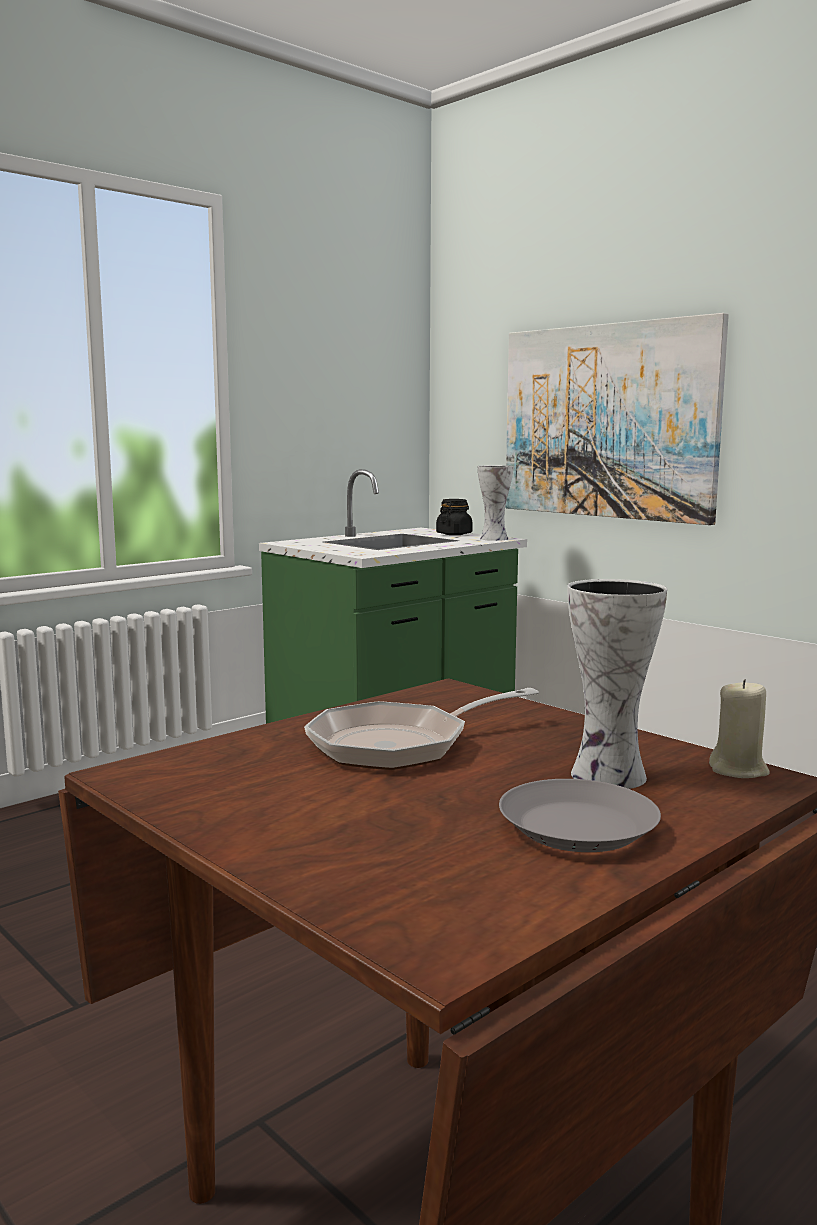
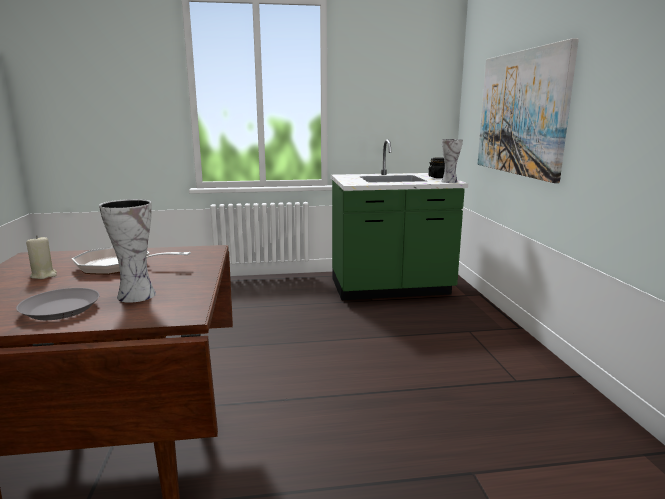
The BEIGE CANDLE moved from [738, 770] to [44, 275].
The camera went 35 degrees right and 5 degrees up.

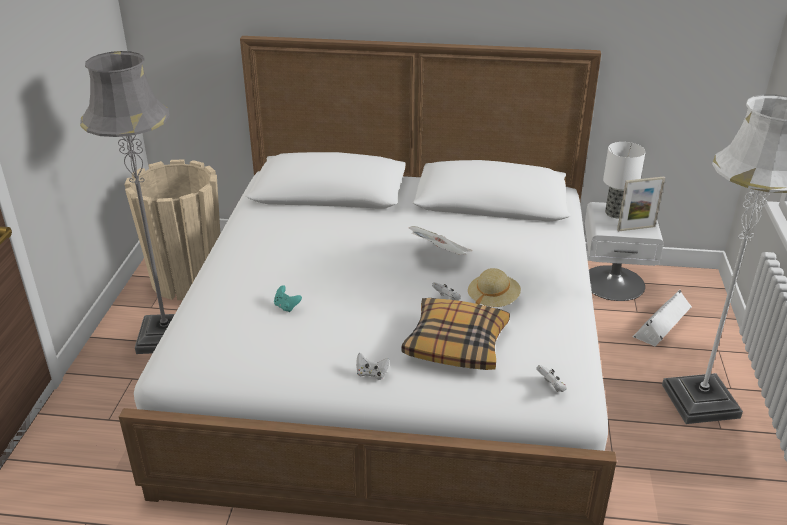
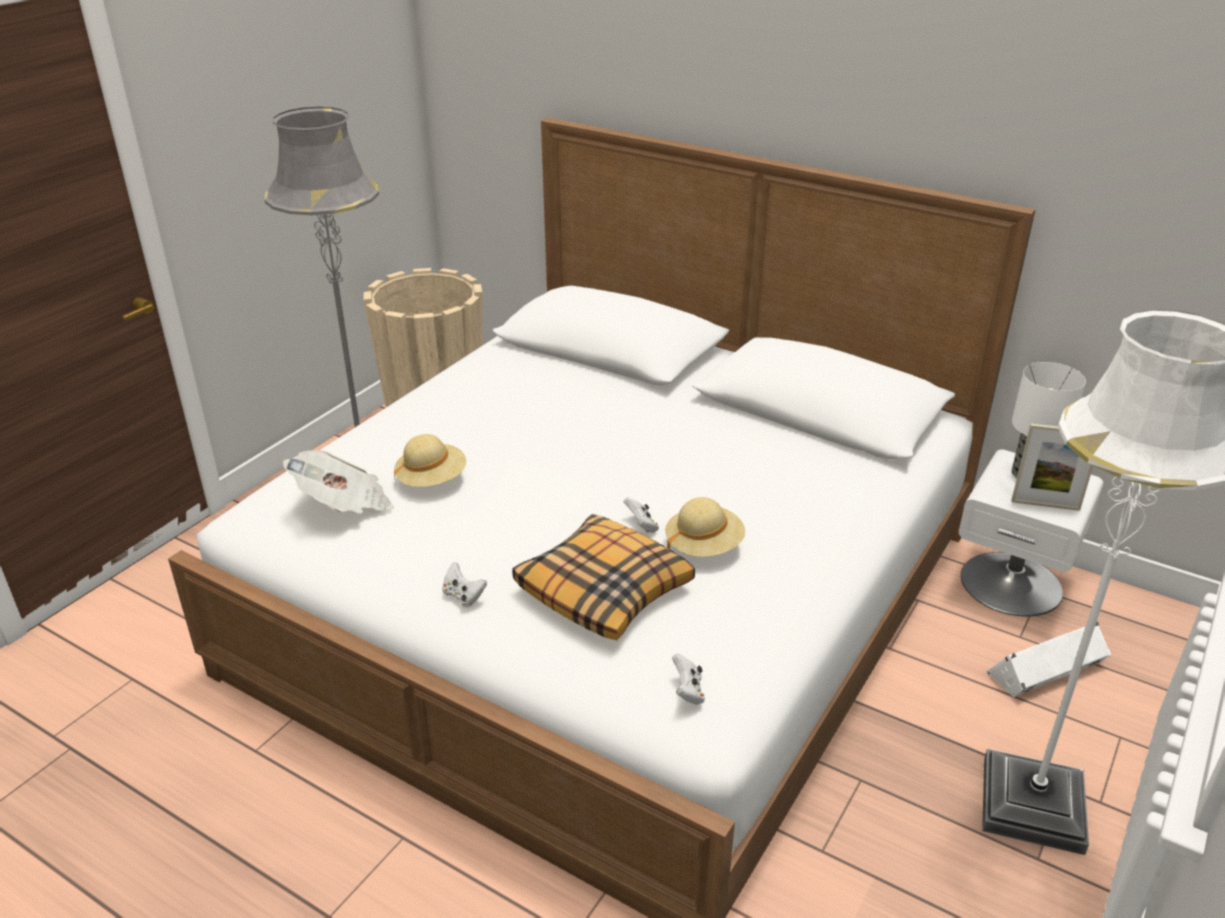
The NEWSPAPER moved from [440, 255] to [344, 505].
The TURQUOISE GAME CONTROLLER at [286, 307] was replaced by the BEIGE HAT at [432, 480].
The camera went 25 degrees right and 0 degrees up.

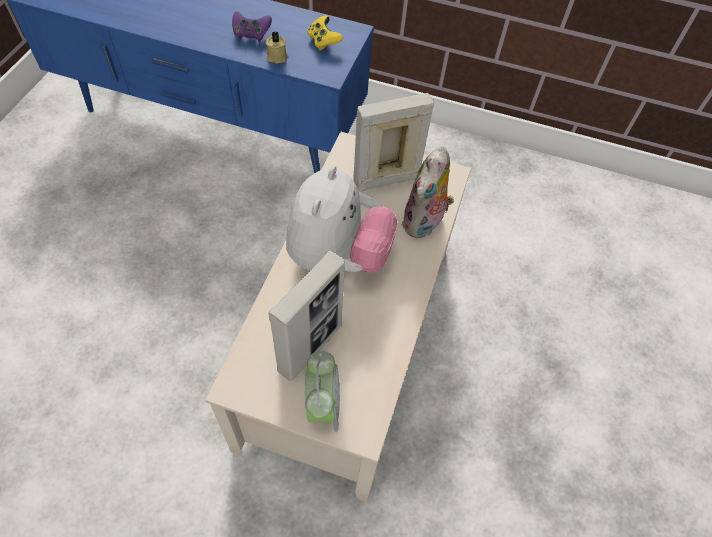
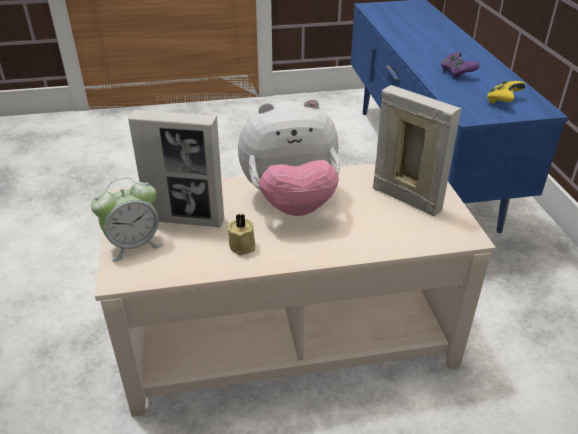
The BEIGE CANDLE moved from [276, 56] to [243, 245].
The PLUSH TOY at [424, 224] disappeared.
The camera went 65 degrees right and 20 degrees down.

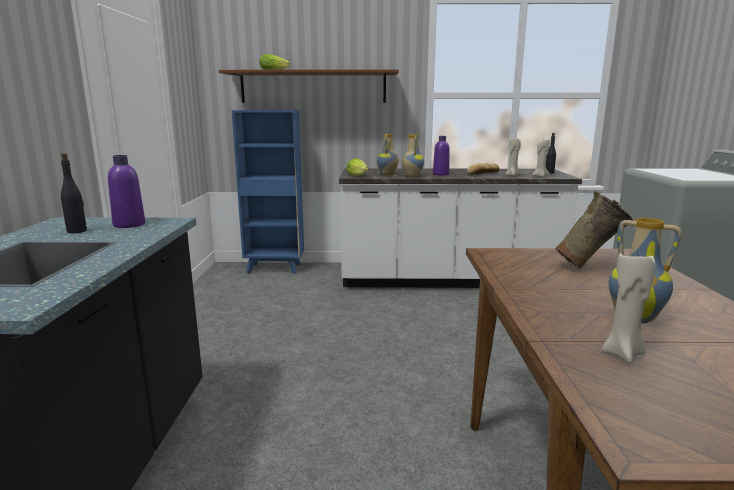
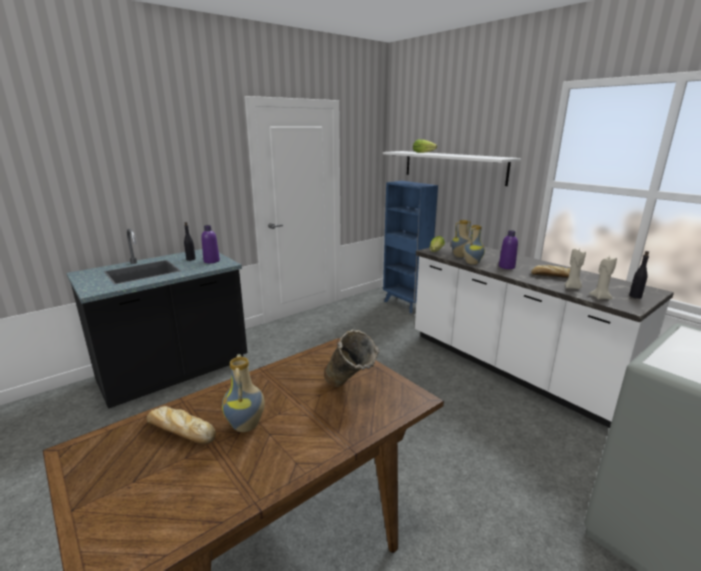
The BROWN SHELF at [313, 87] became the WHITE SHELF at [453, 167].
The BEIGE CANDLE at [623, 354] was replaced by the BREAD at [180, 430].
The camera went 50 degrees right and 5 degrees up.

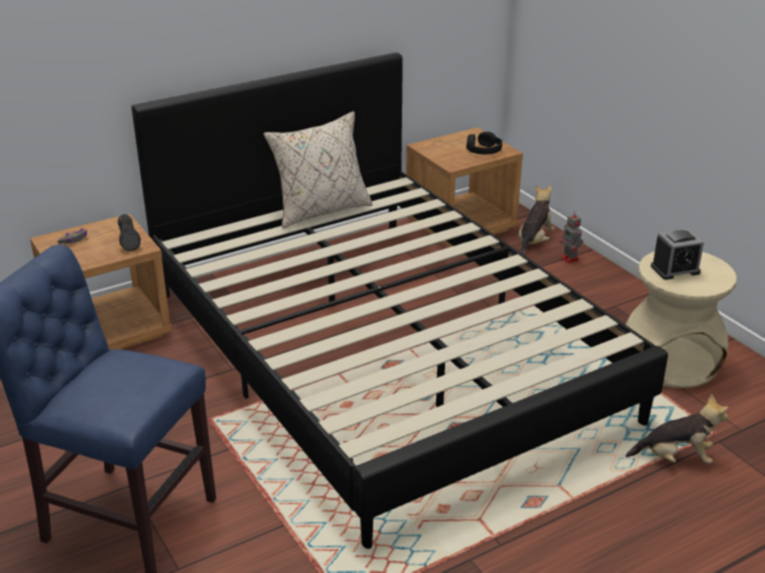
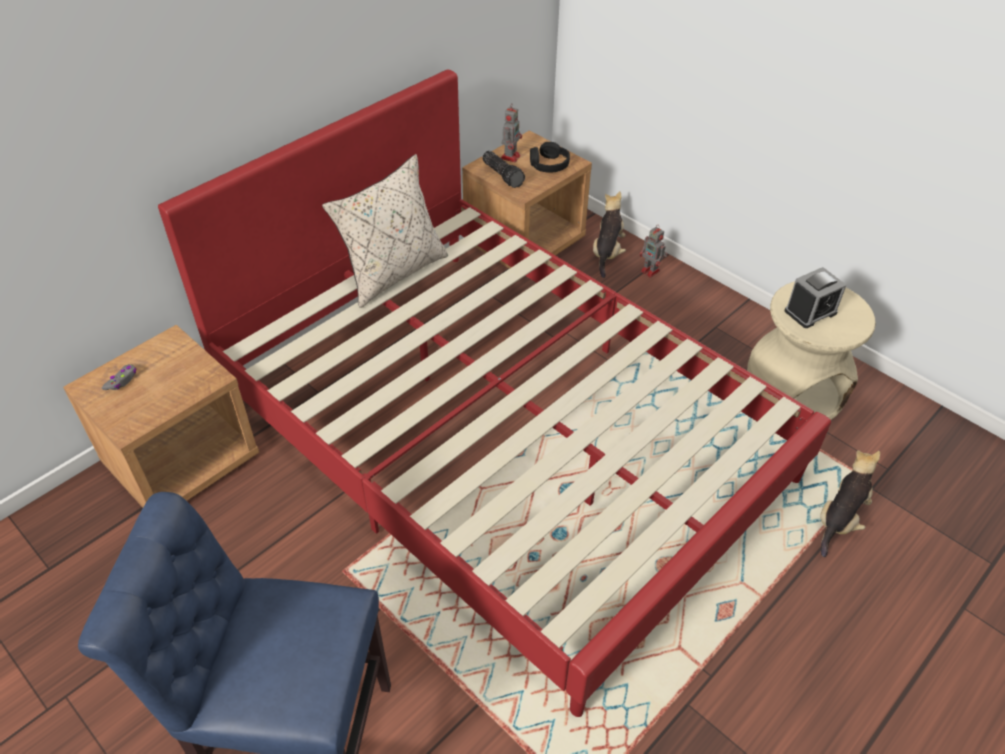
The BLACK BED at [383, 352] became the RED BED at [501, 434].
The FLASHLIGHT moved from [129, 239] to [503, 175].
The PLUSH TOY at [675, 458] turned 45 degrees counterclockwise.
The TOY ROBOT at [510, 156] appeared.
The camera went 15 degrees left and 15 degrees up.

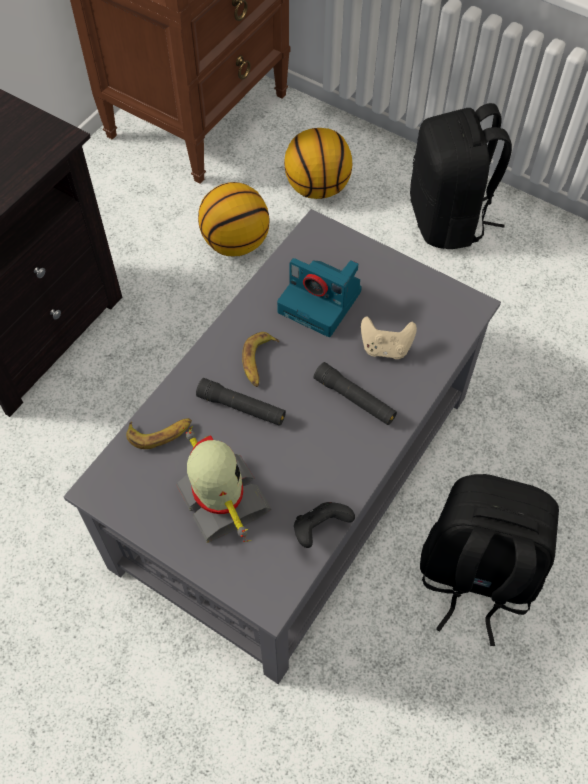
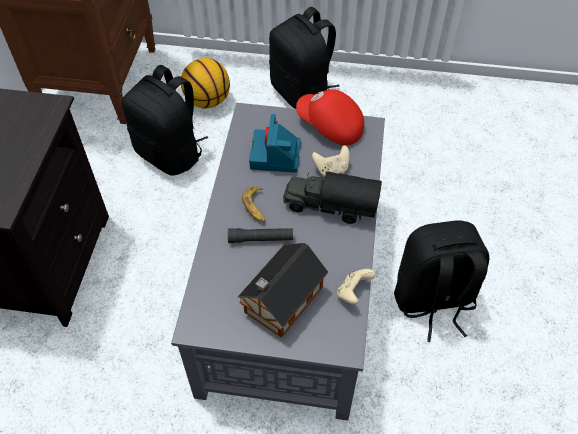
The BASKETBALL at [236, 243] was replaced by the BLACK BACKPACK at [171, 153].
The PHOTO CAMERA at [321, 302] turned 90 degrees clockwise.
The BLACK FLASHLIGHT at [355, 399] was replaced by the TOY TRUCK at [330, 206].
The BANANA at [160, 433] disappeared.
The TOY ROBOT at [221, 501] was replaced by the TOY HOUSE at [281, 301].
The BLACK GAME CONTROLLER at [320, 529] became the BEIGE GAME CONTROLLER at [353, 292].
The RED CAP at [330, 126] appeared.
The camera went 25 degrees left and 5 degrees down.

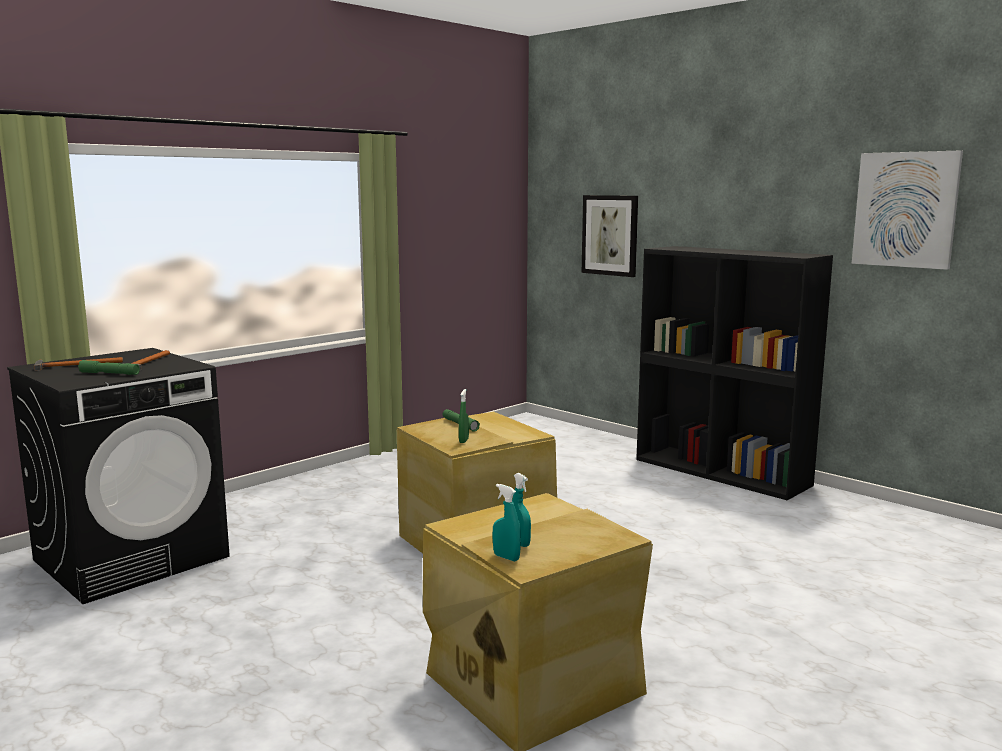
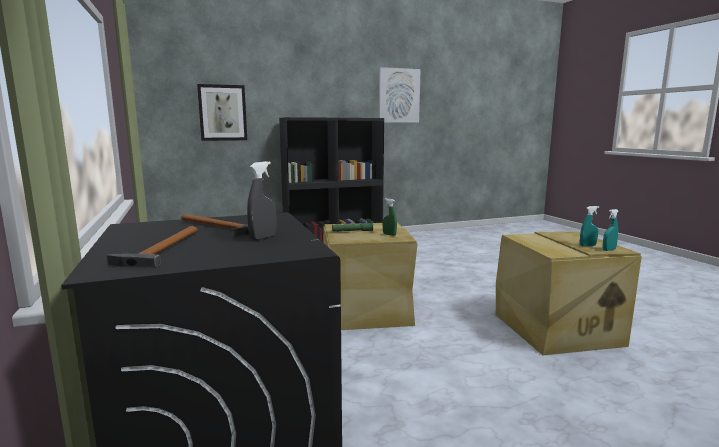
The GREEN FLASHLIGHT at [109, 374] was replaced by the GREY SPRAY BOTTLE at [263, 237].
The camera went 65 degrees left and 0 degrees up.

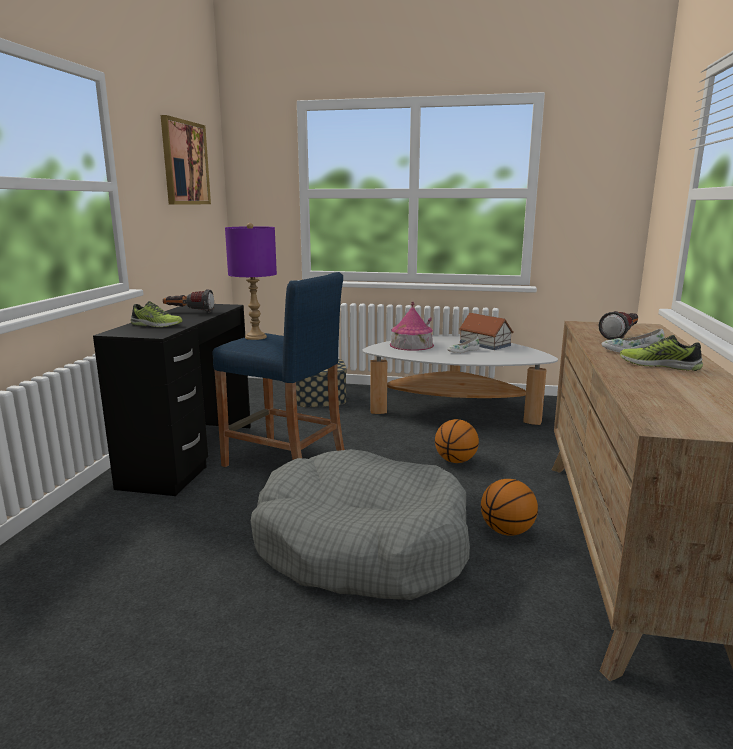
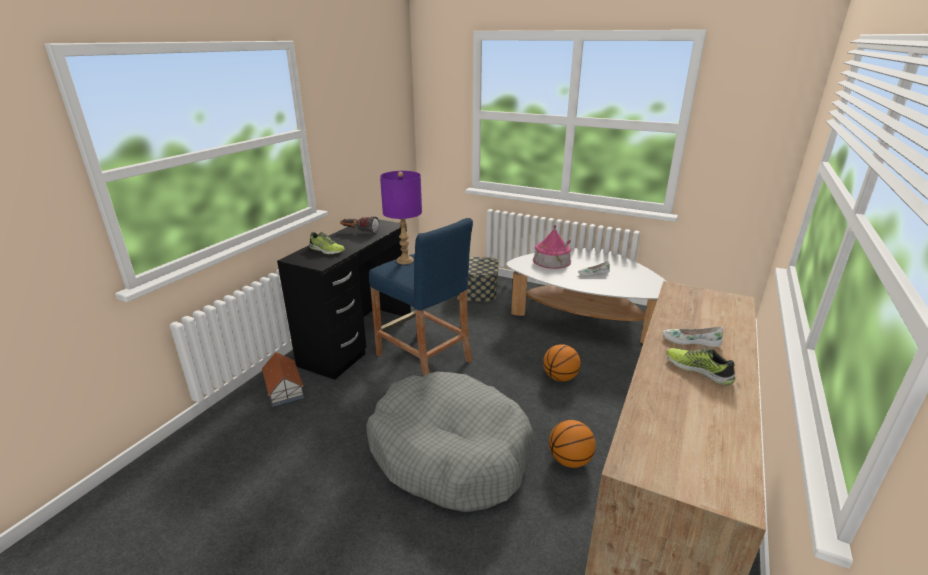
The PICTURE at [185, 163] disappeared.
The FLASHLIGHT at [621, 336] disappeared.
The TOY HOUSE moved from [484, 344] to [284, 388].
The camera went 15 degrees right and 10 degrees up.

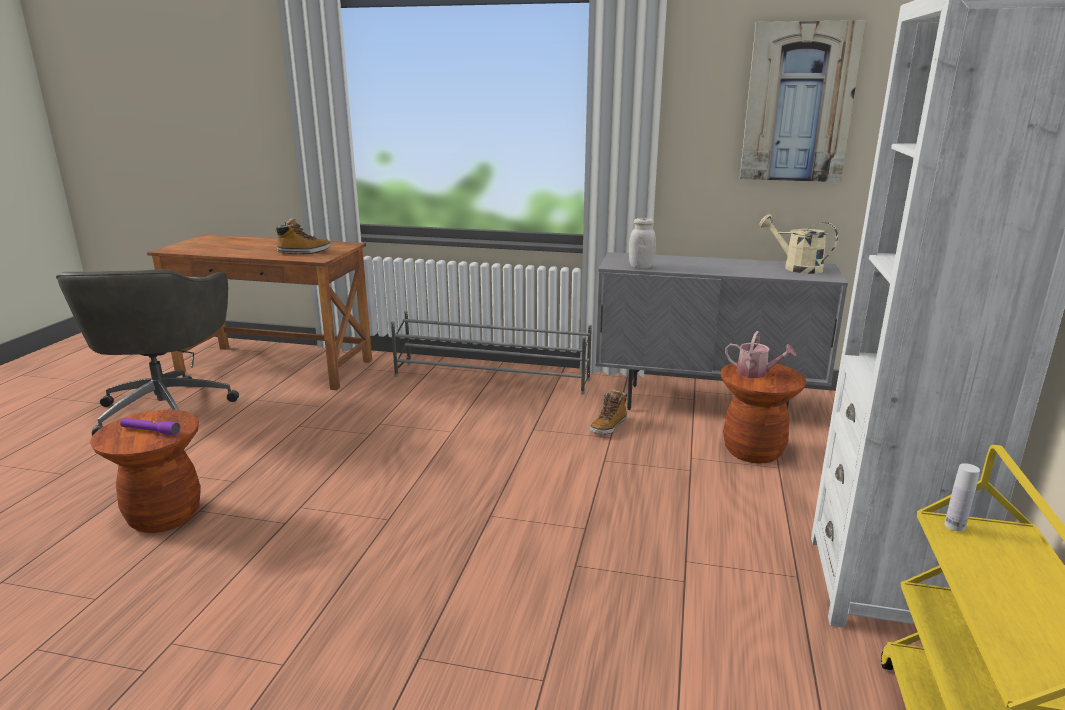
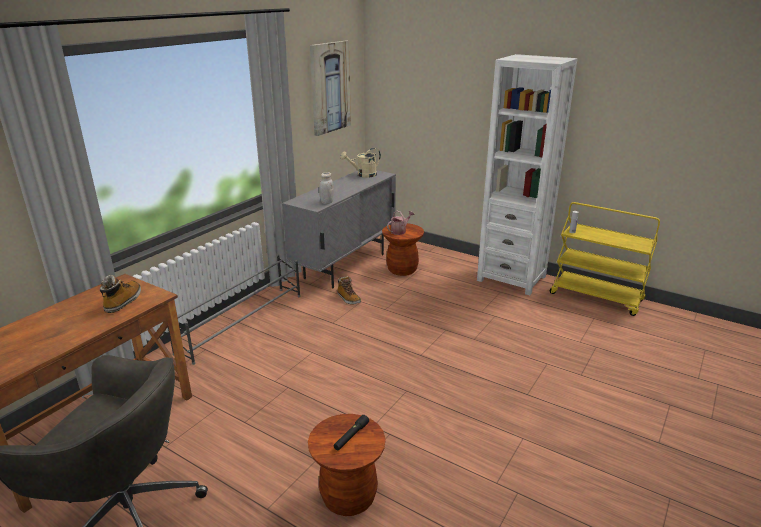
The PURPLE FLASHLIGHT at [150, 431] became the BLACK FLASHLIGHT at [351, 436].
The camera went 70 degrees left and 5 degrees up.

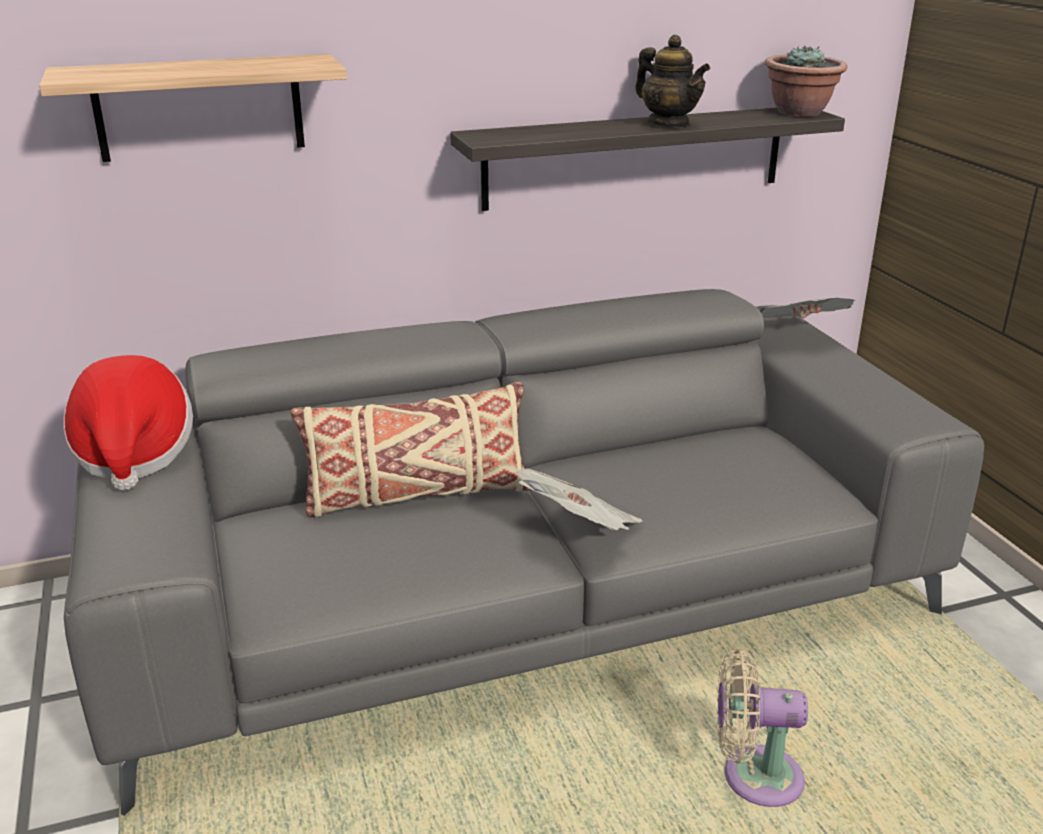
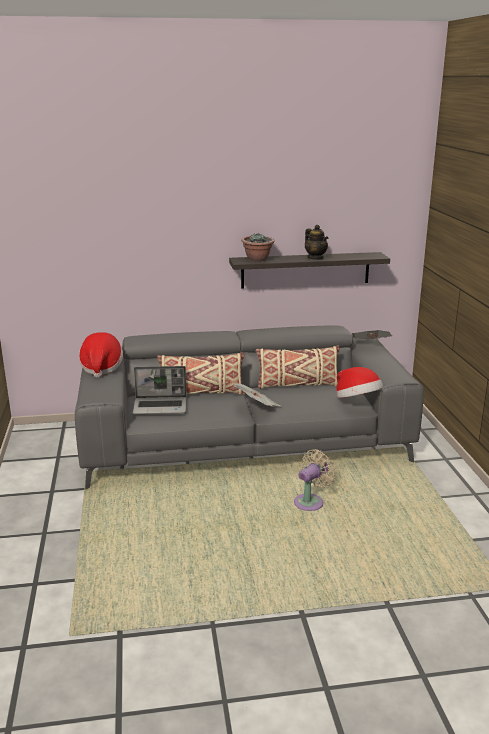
The POTTED PLANT moved from [800, 112] to [257, 259].
The SHELF at [199, 108] disappeared.
The BEIGE FAN at [753, 776] turned 120 degrees clockwise.
The BEIGE PILLOW at [297, 385] appeared.
The LAPTOP at [161, 406] appeared.
The HAT at [357, 401] appeared.
The camera went 10 degrees right and 5 degrees down.

